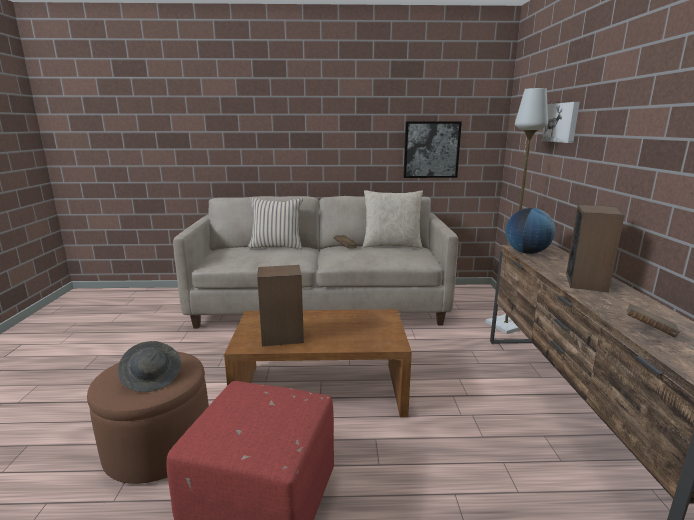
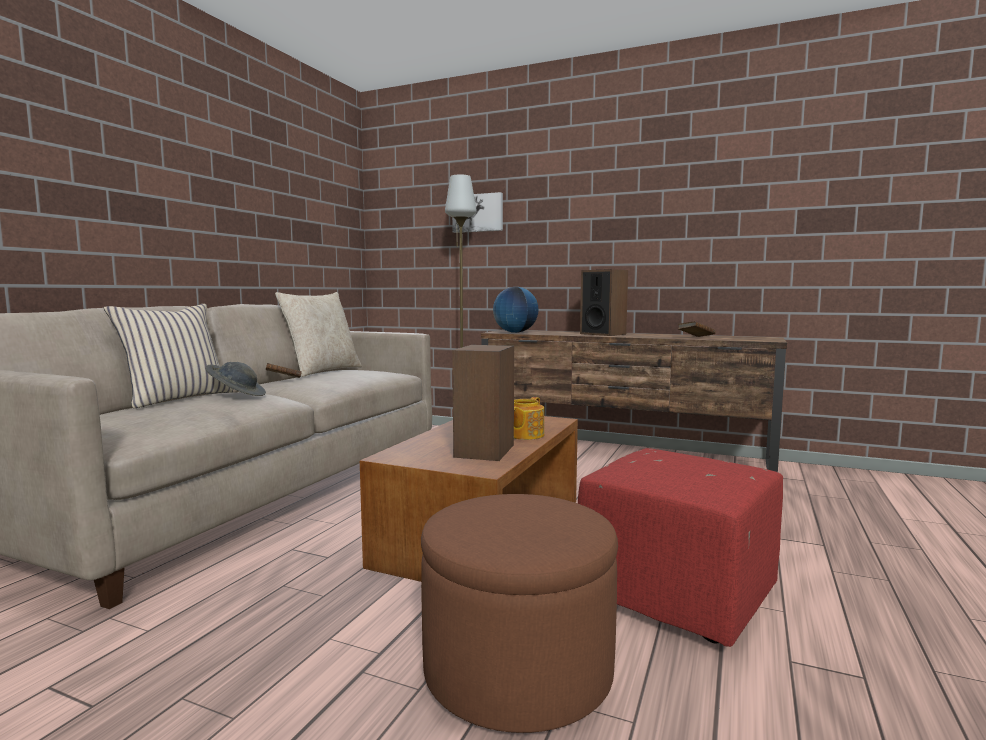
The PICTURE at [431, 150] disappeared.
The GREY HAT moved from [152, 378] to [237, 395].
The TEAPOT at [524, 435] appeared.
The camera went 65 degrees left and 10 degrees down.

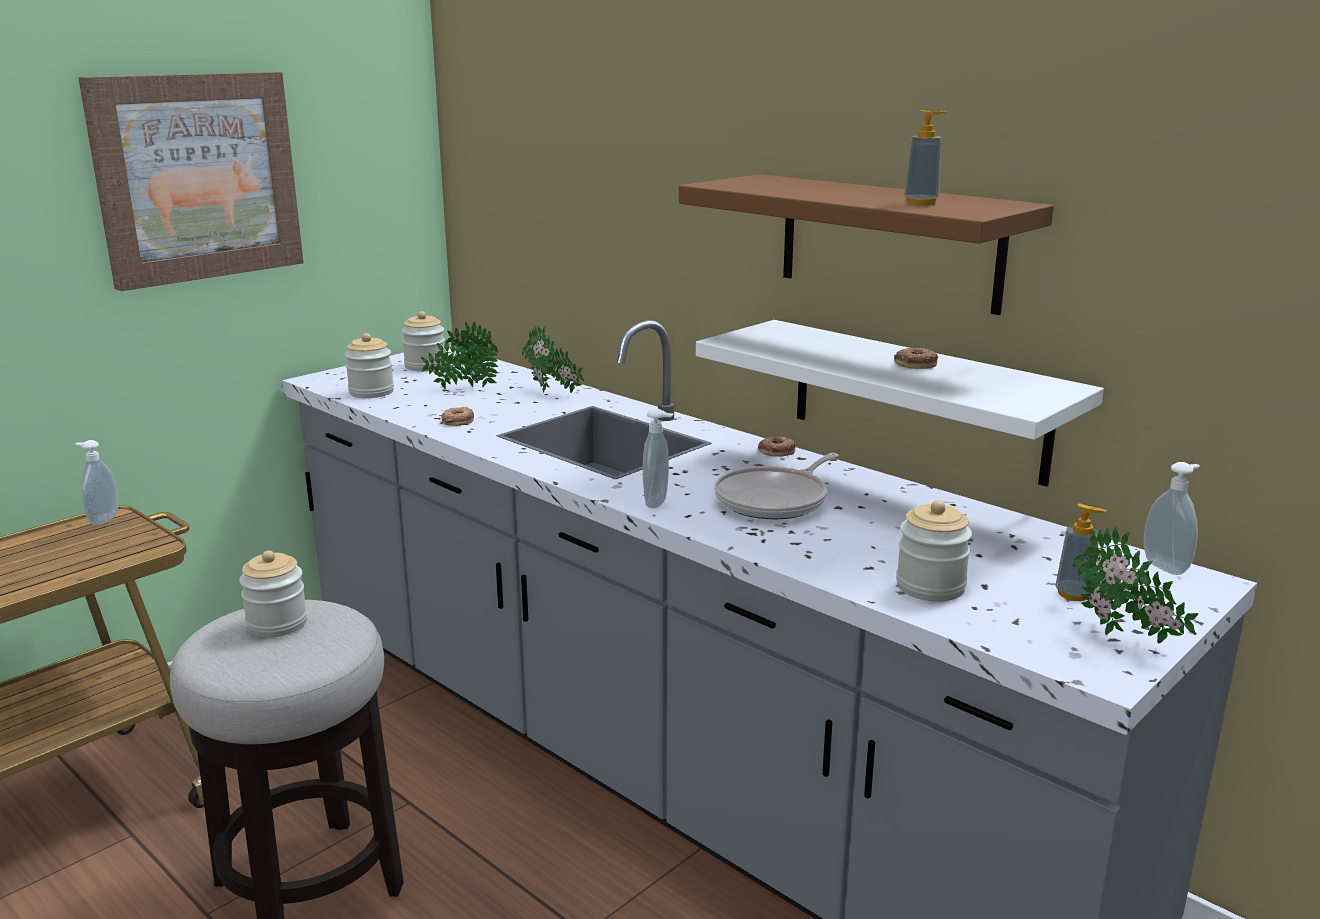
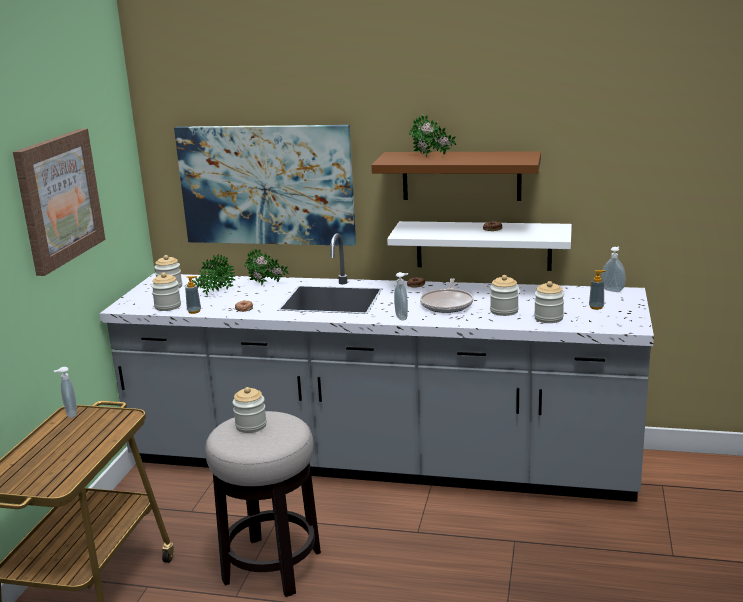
The SOAP DISPENSER moved from [921, 203] to [194, 311].
The POTTED PLANT moved from [1123, 639] to [432, 156].
The PICTURE at [266, 185] appeared.
The JAR at [504, 311] appeared.
The camera went 30 degrees left and 0 degrees up.

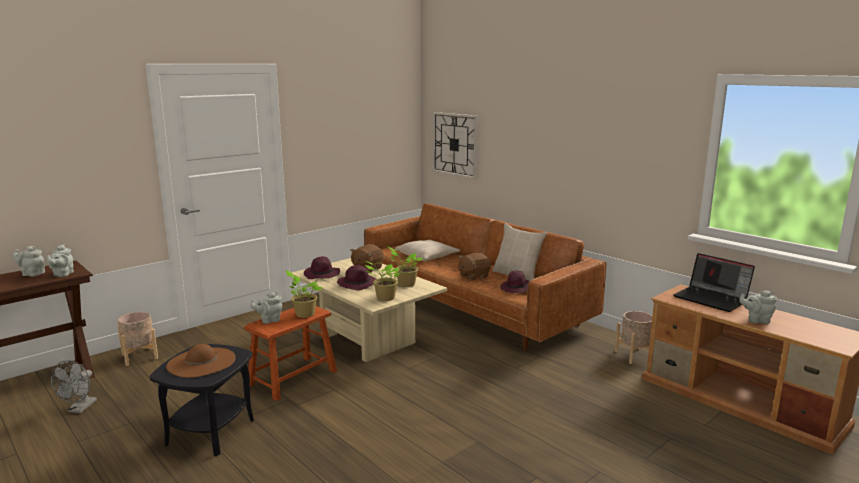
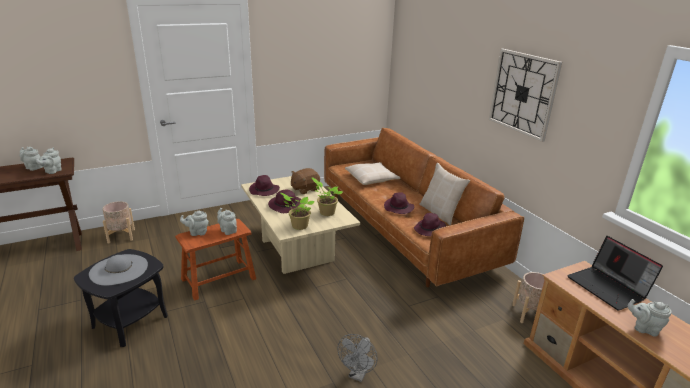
The WALL CLOCK moved from [455, 144] to [523, 93].
The BROWN PLUSH TOY at [473, 276] was replaced by the PURPLE HAT at [399, 208].
The POTTED PLANT at [303, 314] was replaced by the GREY TEAPOT at [227, 230].
The BROWN HAT at [201, 362] became the GREY HAT at [119, 269].
The GREY FAN moved from [80, 409] to [358, 375].
The camera went 15 degrees right and 10 degrees up.

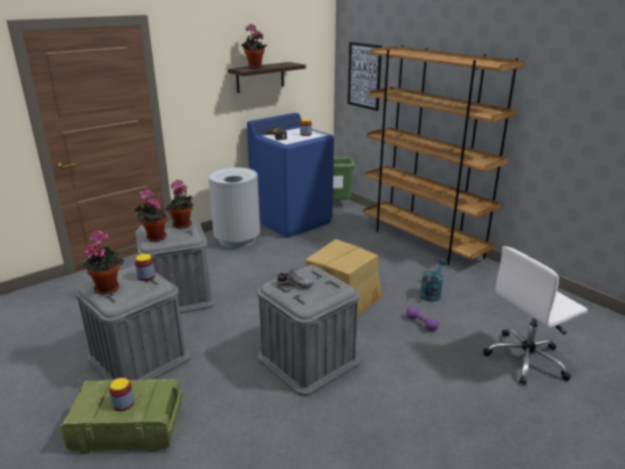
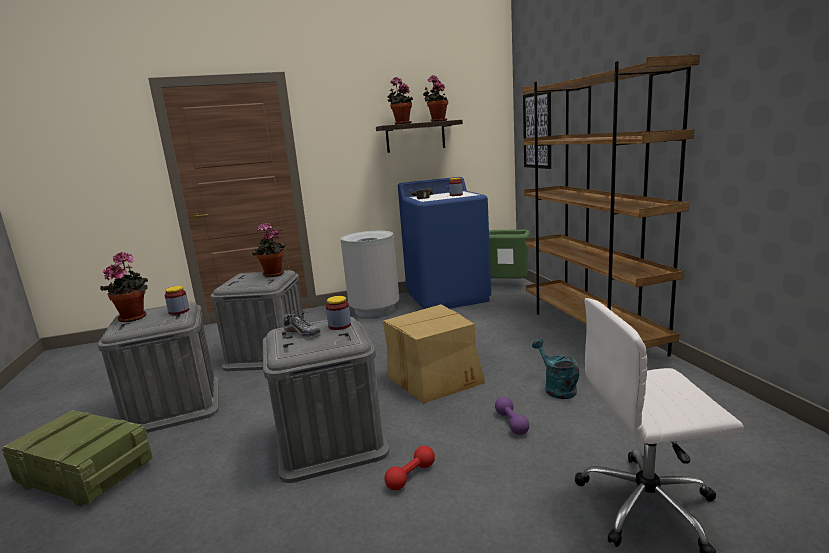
The POTTED PLANT moved from [154, 237] to [437, 121].
The TURQUOISE WATERING CAN at [431, 293] turned 75 degrees counterclockwise.
The JAR moved from [123, 403] to [339, 325].
The RED DUMBBELL at [411, 476] appeared.
The camera went 25 degrees right and 10 degrees down.

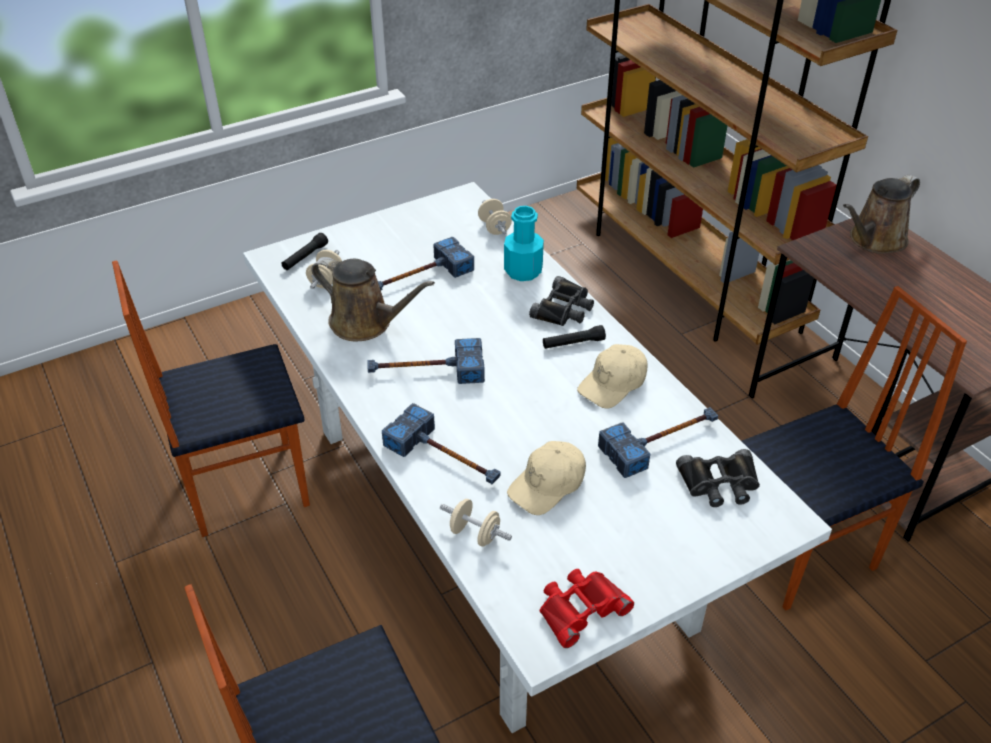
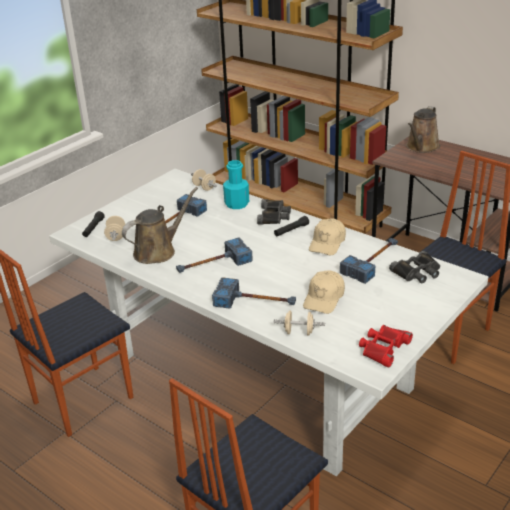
The BROWN WATERING CAN at [366, 323] turned 45 degrees counterclockwise.
The camera went 20 degrees left and 10 degrees down.

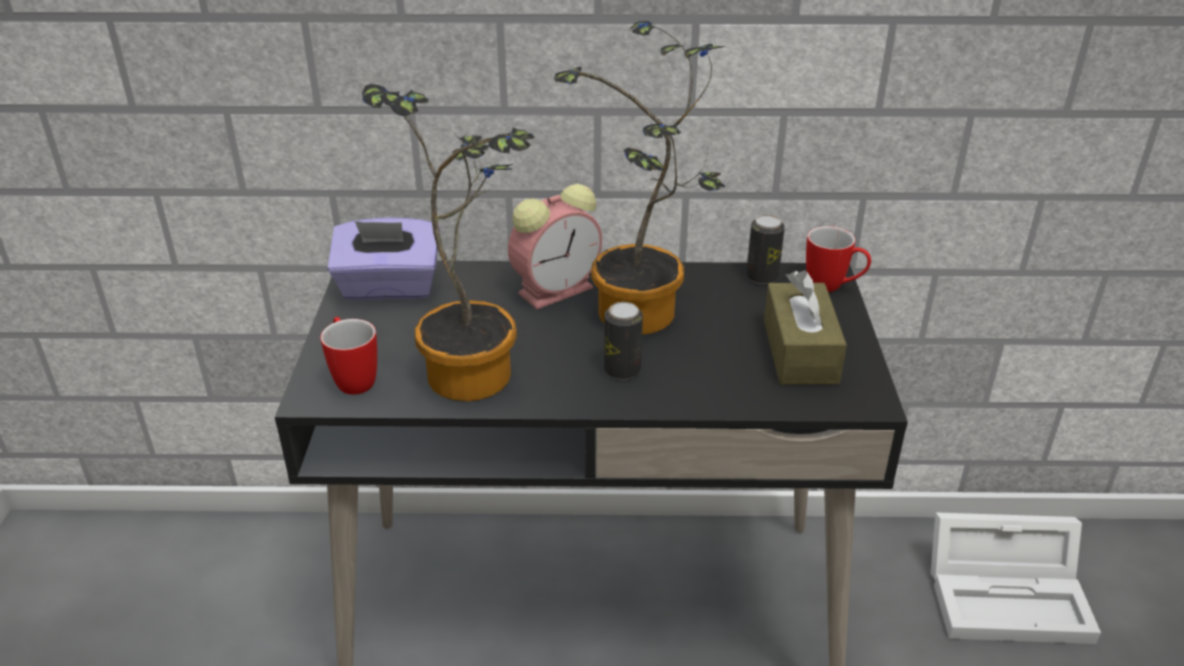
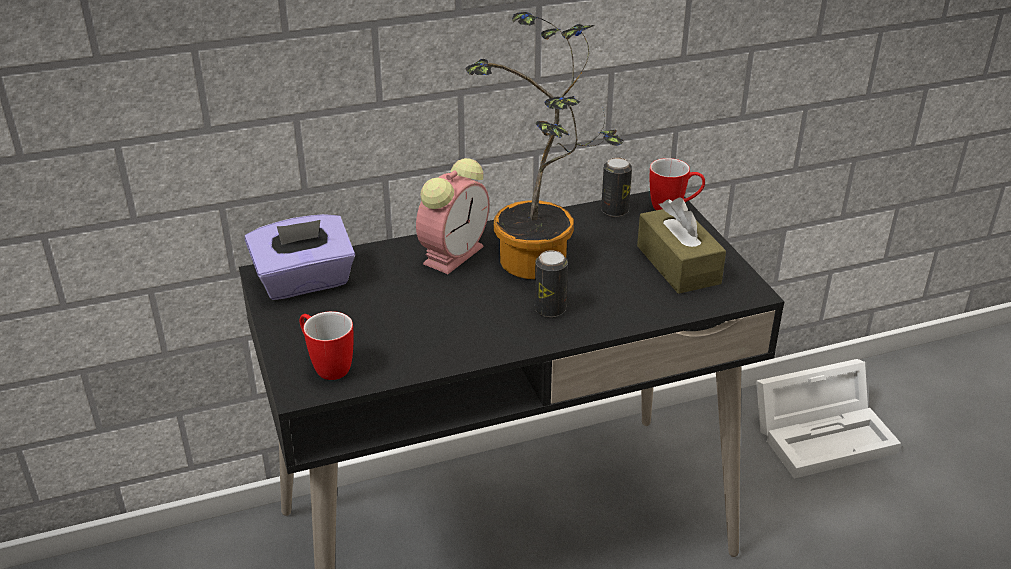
The POTTED PLANT at [474, 368] disappeared.
The camera went 20 degrees left and 0 degrees up.

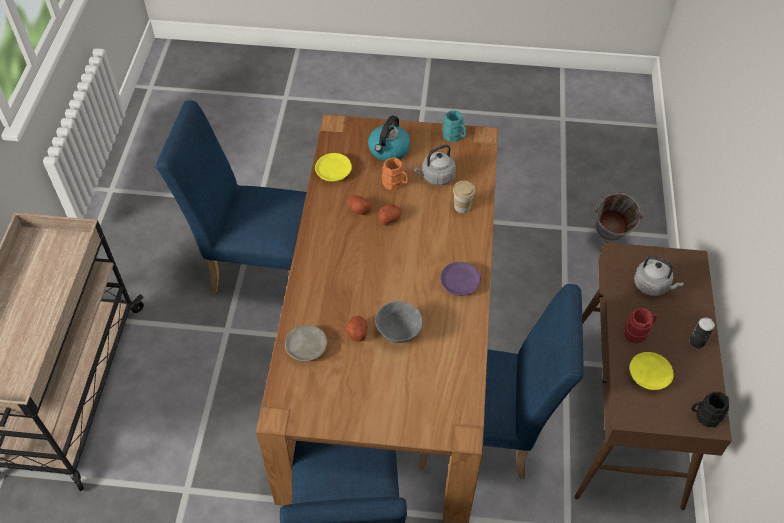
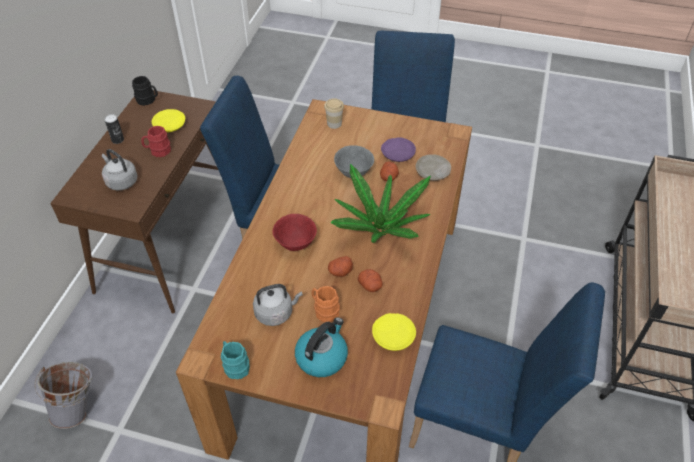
The CUP moved from [462, 206] to [334, 124].
The PURPLE PLATE moved from [459, 283] to [398, 154].
The POTTED PLANT at [380, 227] appeared.
The RED BOWL at [295, 244] appeared.
The camera went 170 degrees left and 5 degrees down.

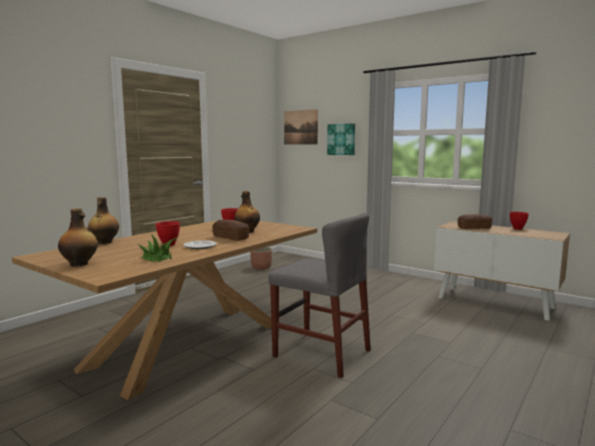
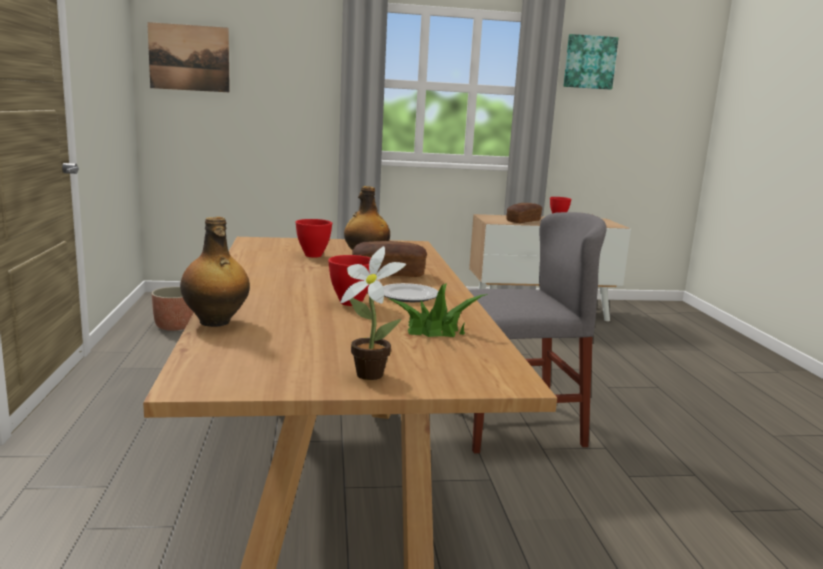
The PICTURE moved from [341, 139] to [589, 62].
The BOTTLE at [80, 264] was replaced by the POTTED PLANT at [367, 373].
The camera went 45 degrees left and 5 degrees up.

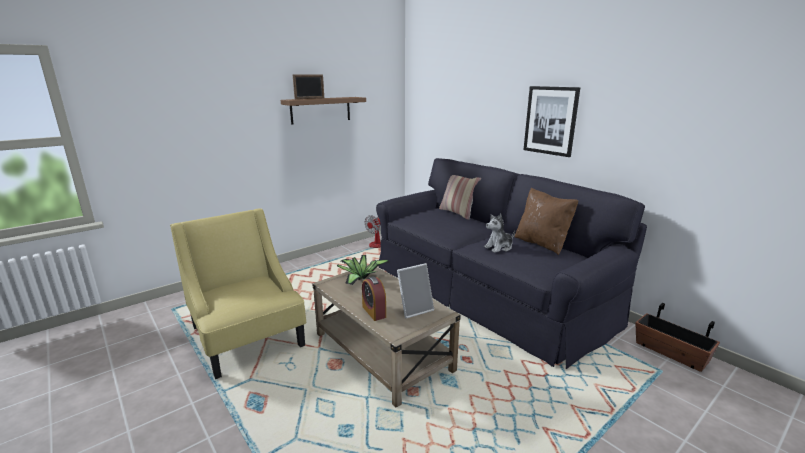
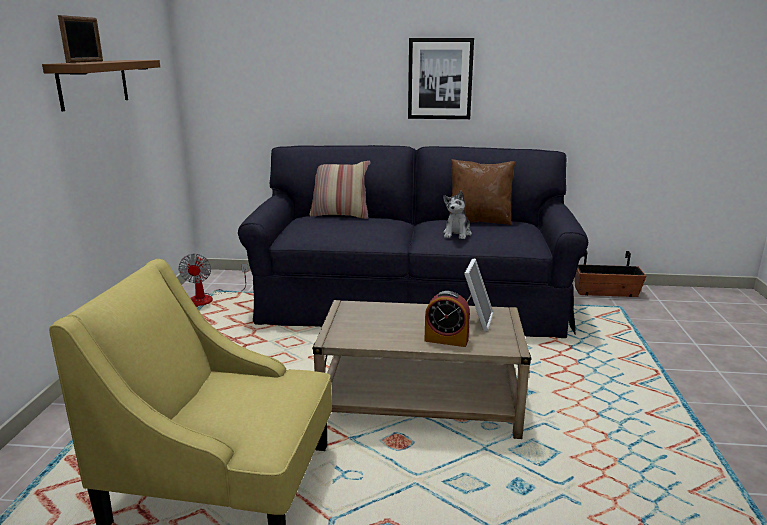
The POTTED PLANT at [361, 278] disappeared.
The camera went 45 degrees left and 0 degrees up.

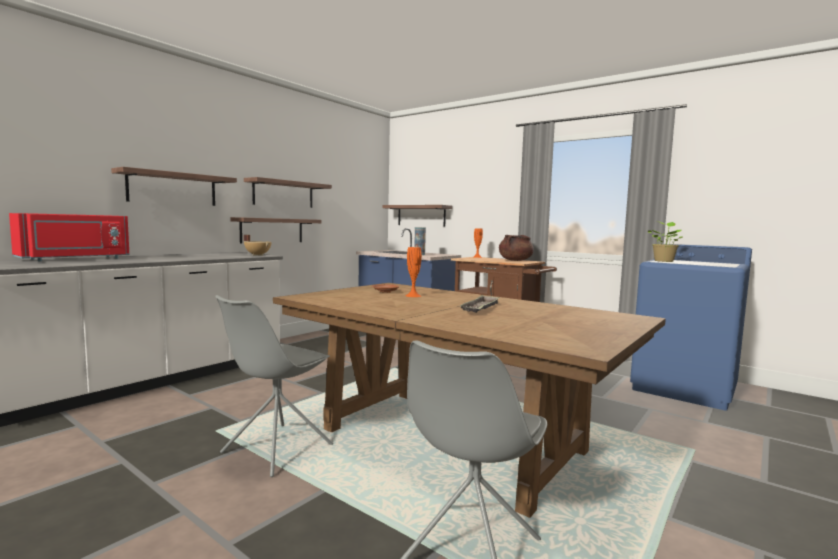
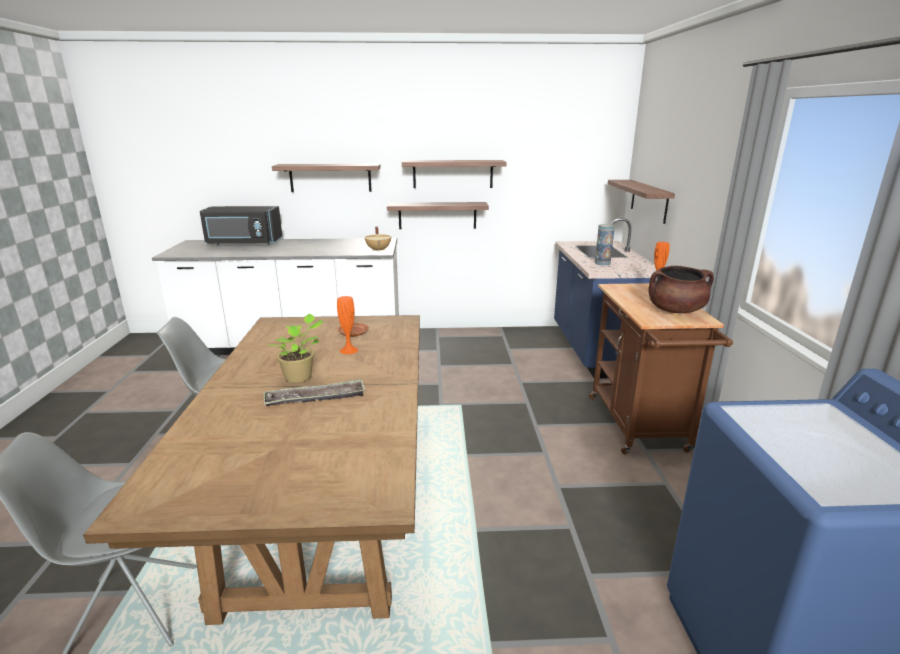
The RED MICROWAVE at [75, 259] became the BLACK MICROWAVE at [243, 243].
The POTTED PLANT moved from [664, 261] to [300, 377].
The camera went 50 degrees right and 15 degrees up.

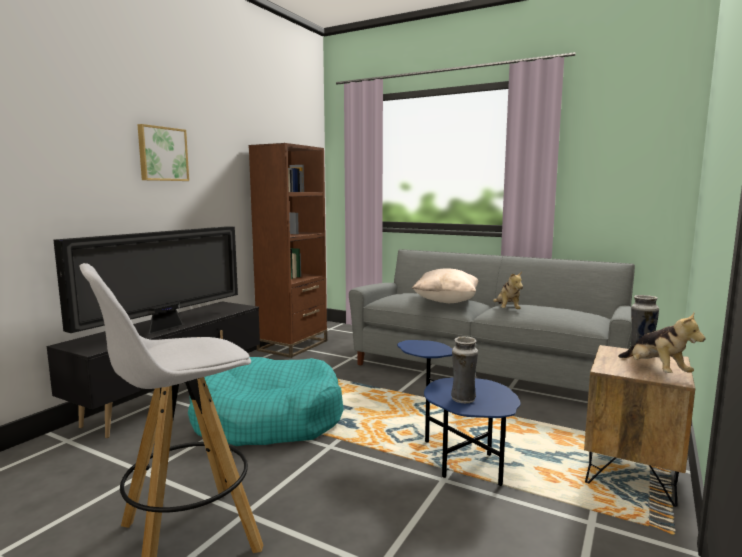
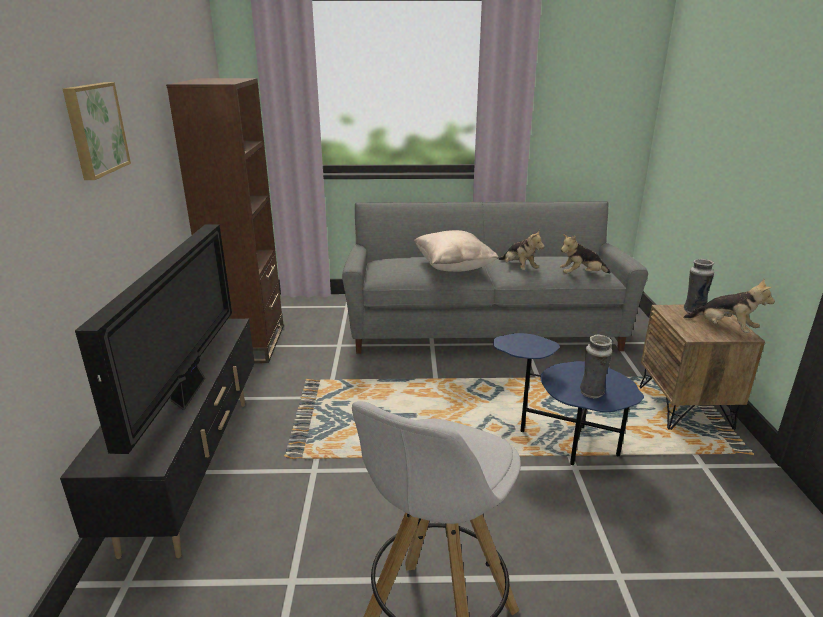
The TURQUOISE DOG BED at [268, 419] disappeared.
The PLUSH TOY at [581, 275] appeared.
The camera went 30 degrees left and 15 degrees up.

